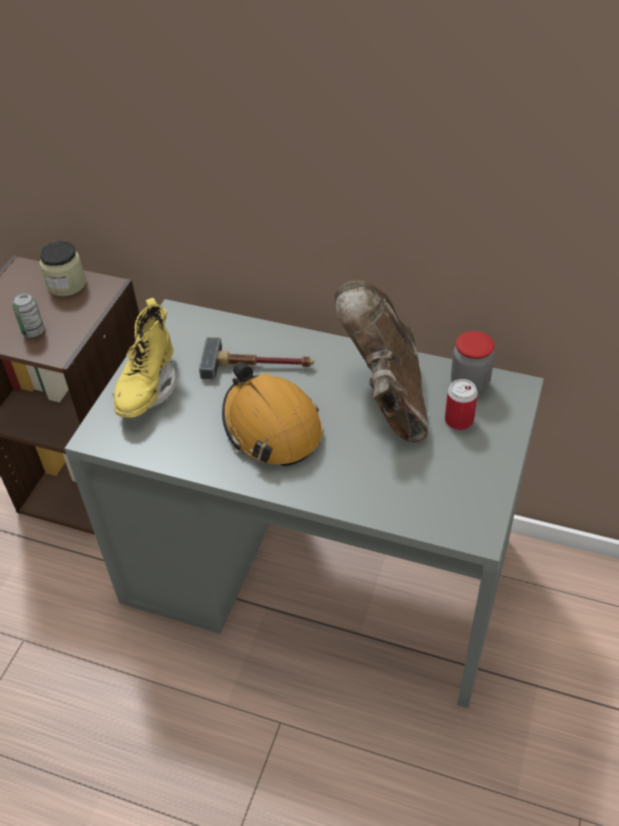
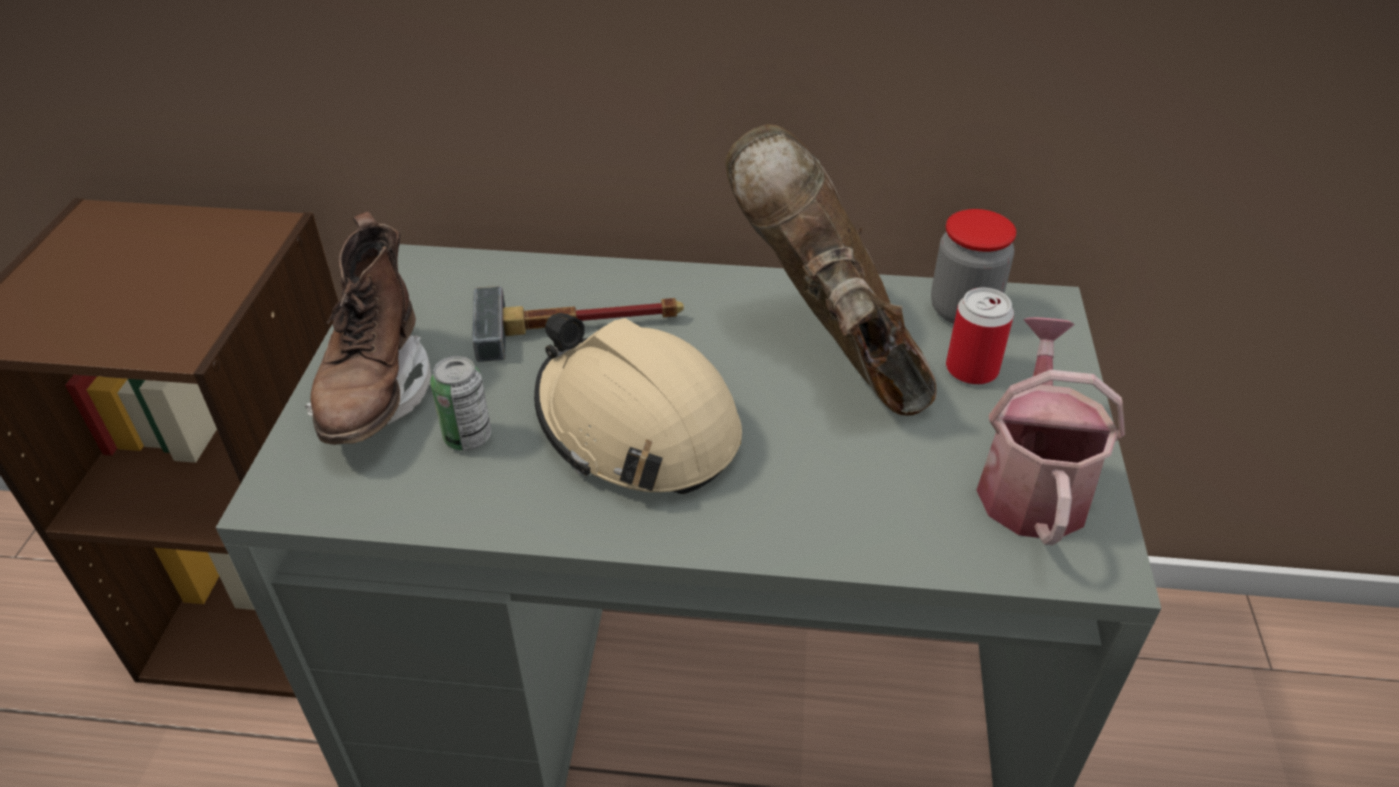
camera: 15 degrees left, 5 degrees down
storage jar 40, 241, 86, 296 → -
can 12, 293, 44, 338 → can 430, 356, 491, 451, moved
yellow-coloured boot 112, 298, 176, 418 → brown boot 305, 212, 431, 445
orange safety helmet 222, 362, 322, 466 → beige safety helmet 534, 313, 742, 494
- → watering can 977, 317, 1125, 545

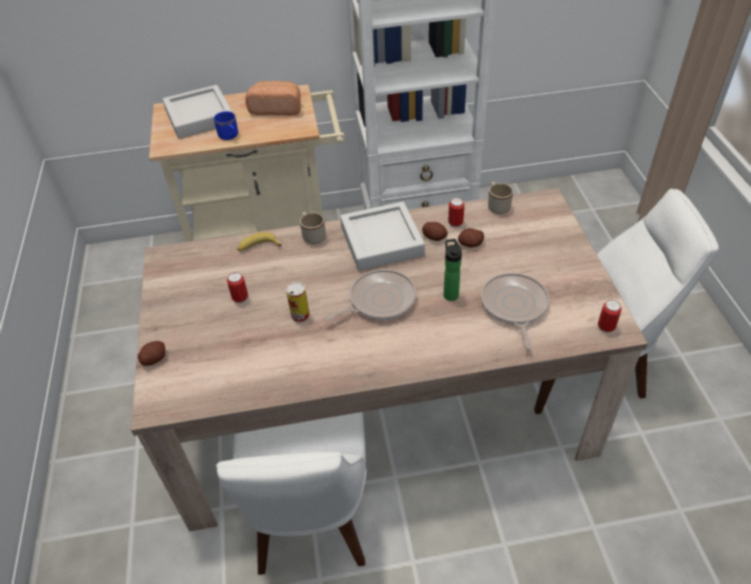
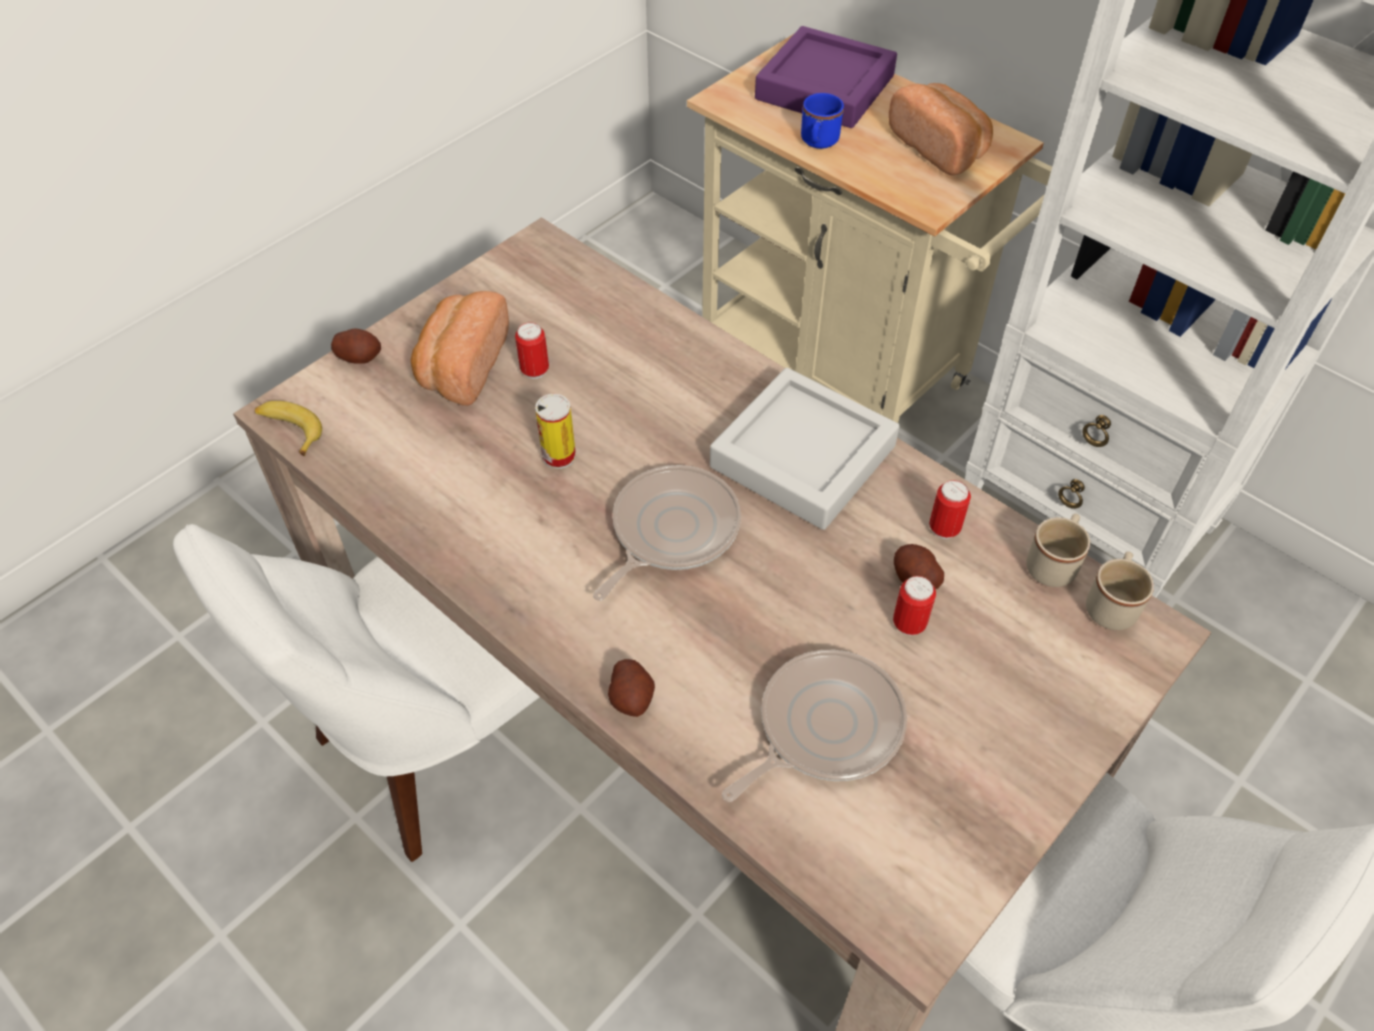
camera: 50 degrees right, 5 degrees up
grey serving tray 162, 85, 233, 139 → purplish serving tray 755, 26, 897, 128
beige mug 300, 212, 326, 244 → beige mug 1086, 551, 1154, 630, moved
potato 422, 222, 448, 241 → potato 608, 659, 655, 717, moved
whole banana 237, 232, 282, 251 → whole banana 255, 401, 322, 456, moved
bottle 444, 239, 462, 301 → -
skillet 324, 269, 416, 321 → skillet 593, 465, 741, 601, 75 degrees counterclockwise
can 598, 300, 622, 333 → can 893, 576, 936, 636, moved
- → bakery bread 411, 291, 509, 406

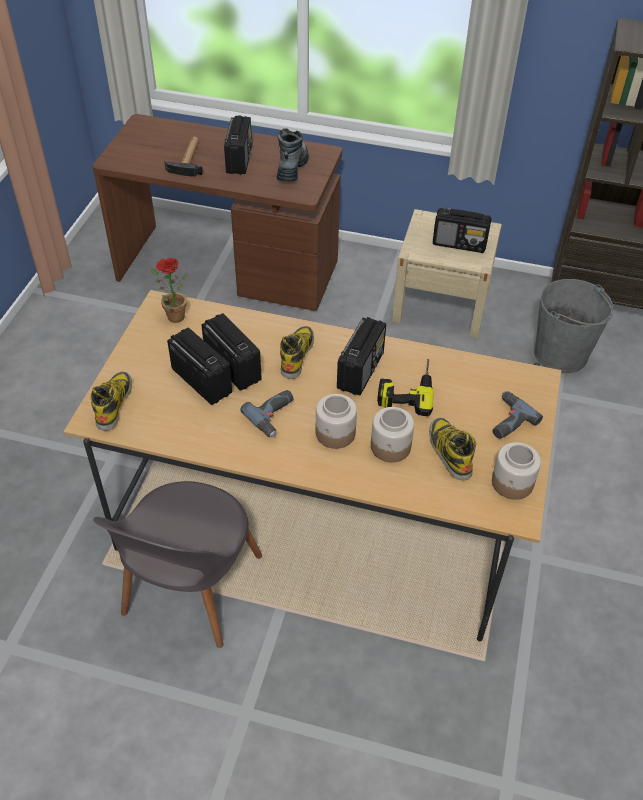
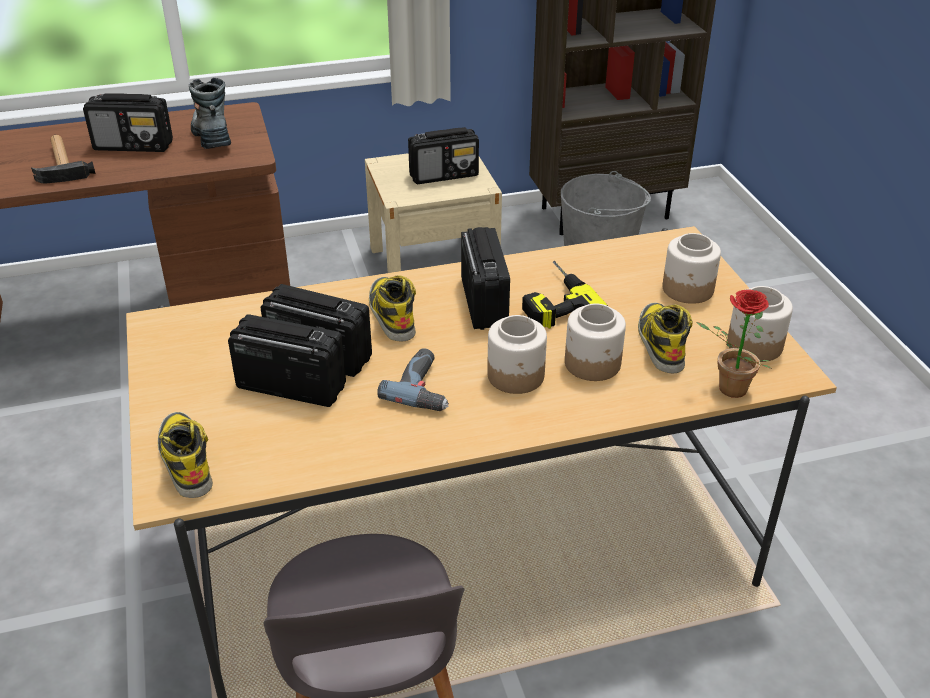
camera: 30 degrees left, 10 degrees down
radio receiver 224, 116, 253, 175 → radio receiver 83, 93, 173, 152, 120 degrees clockwise
potted plant 151, 258, 188, 323 → potted plant 696, 290, 772, 398, moved
drill 493, 391, 543, 439 → storage jar 662, 233, 721, 304
boot 429, 418, 477, 480 → boot 638, 302, 693, 374, 45 degrees clockwise

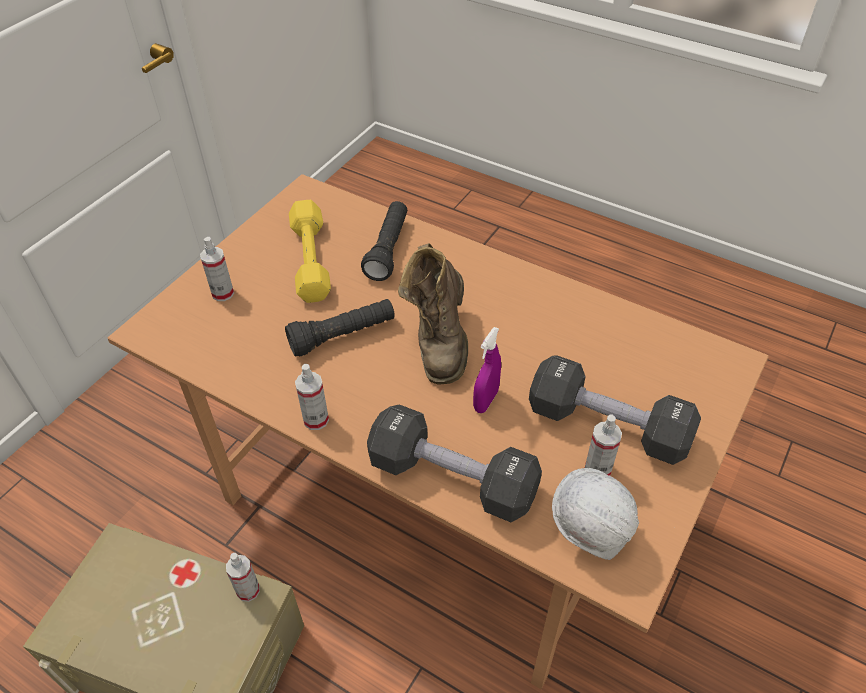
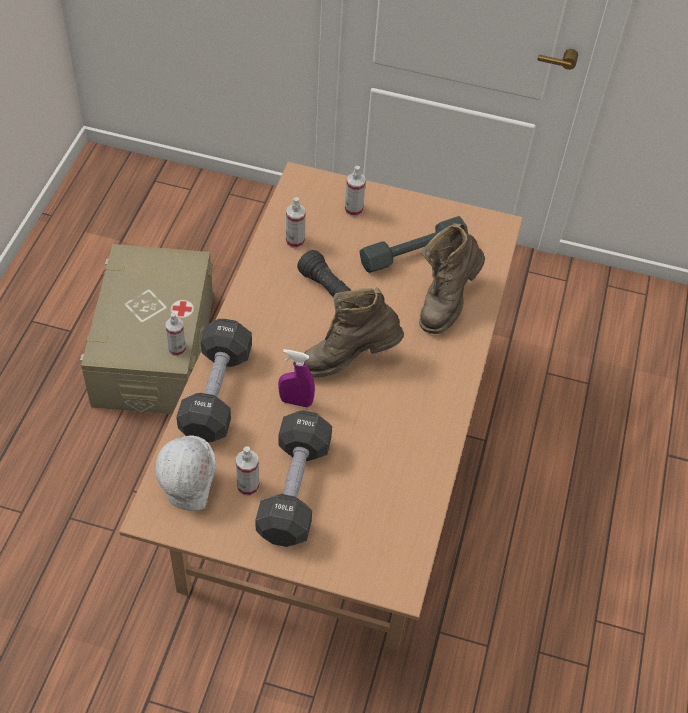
camera: 70 degrees right, 5 degrees up
yellow-coloured hand weight 289, 200, 331, 303 → grey hand weight 359, 216, 468, 273
black-coloured torch 361, 201, 407, 281 → brown boot 419, 223, 485, 334
hand sprayer 295, 364, 329, 430 → hand sprayer 286, 197, 306, 249, moved

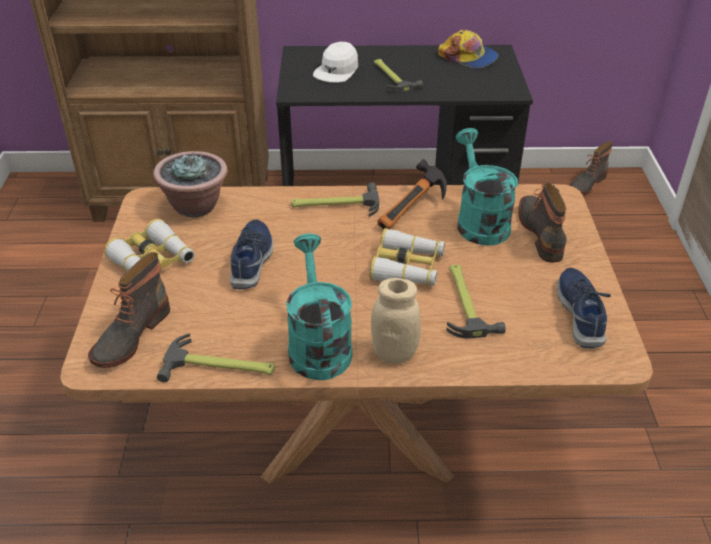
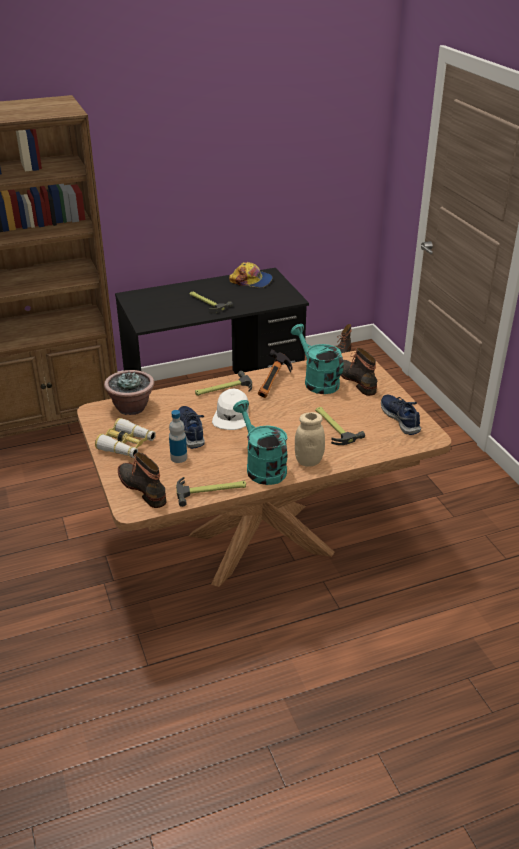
camera: 20 degrees left, 5 degrees down
white cap 313, 42, 358, 83 → white cap 212, 389, 249, 430, moved
binoculars 369, 228, 445, 286 → -
boot 88, 252, 170, 368 → boot 118, 452, 166, 508, 135 degrees clockwise
- → bottle 169, 410, 187, 463

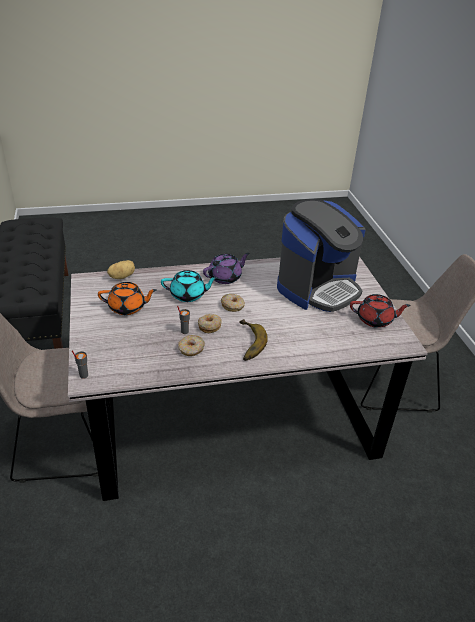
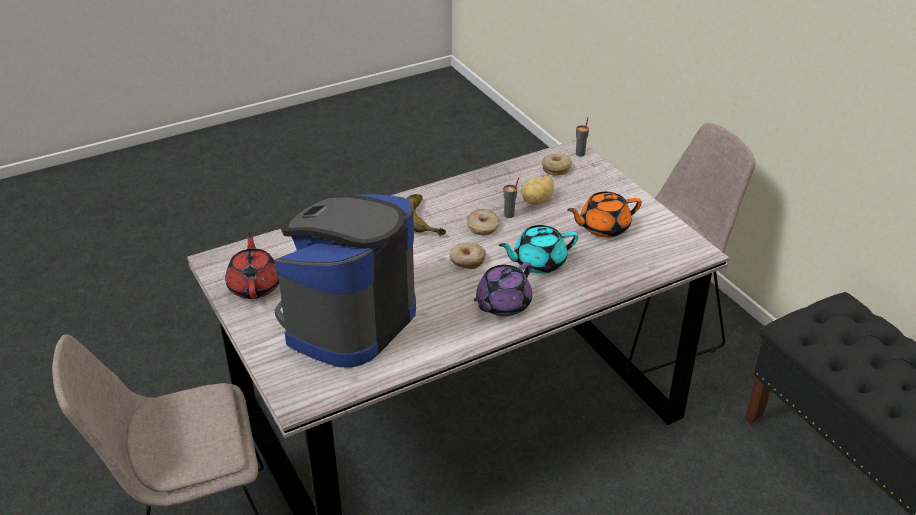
camera: 165 degrees right, 0 degrees up
potato 107, 260, 135, 279 → potato 521, 176, 554, 206, moved
red-coloured teapot 350, 294, 411, 328 → red-coloured teapot 225, 233, 279, 299, 90 degrees clockwise
donut 178, 335, 205, 356 → donut 542, 154, 572, 176, moved

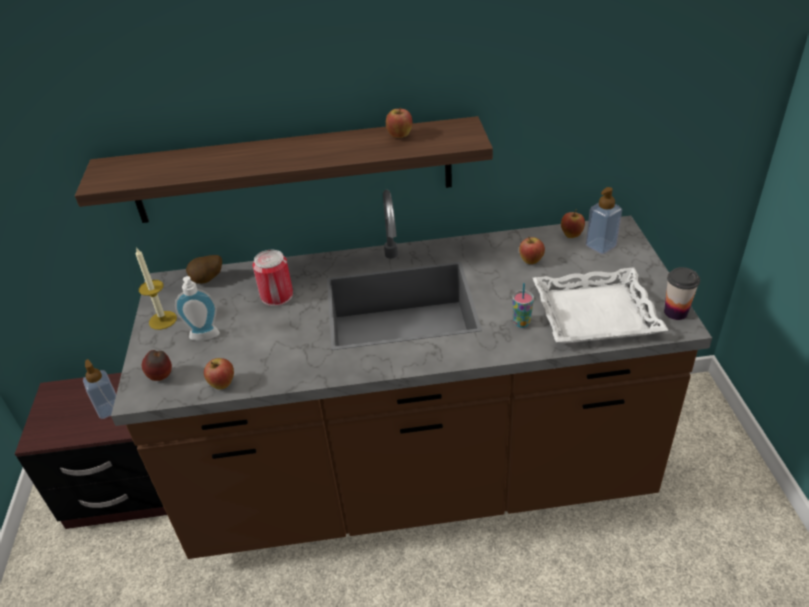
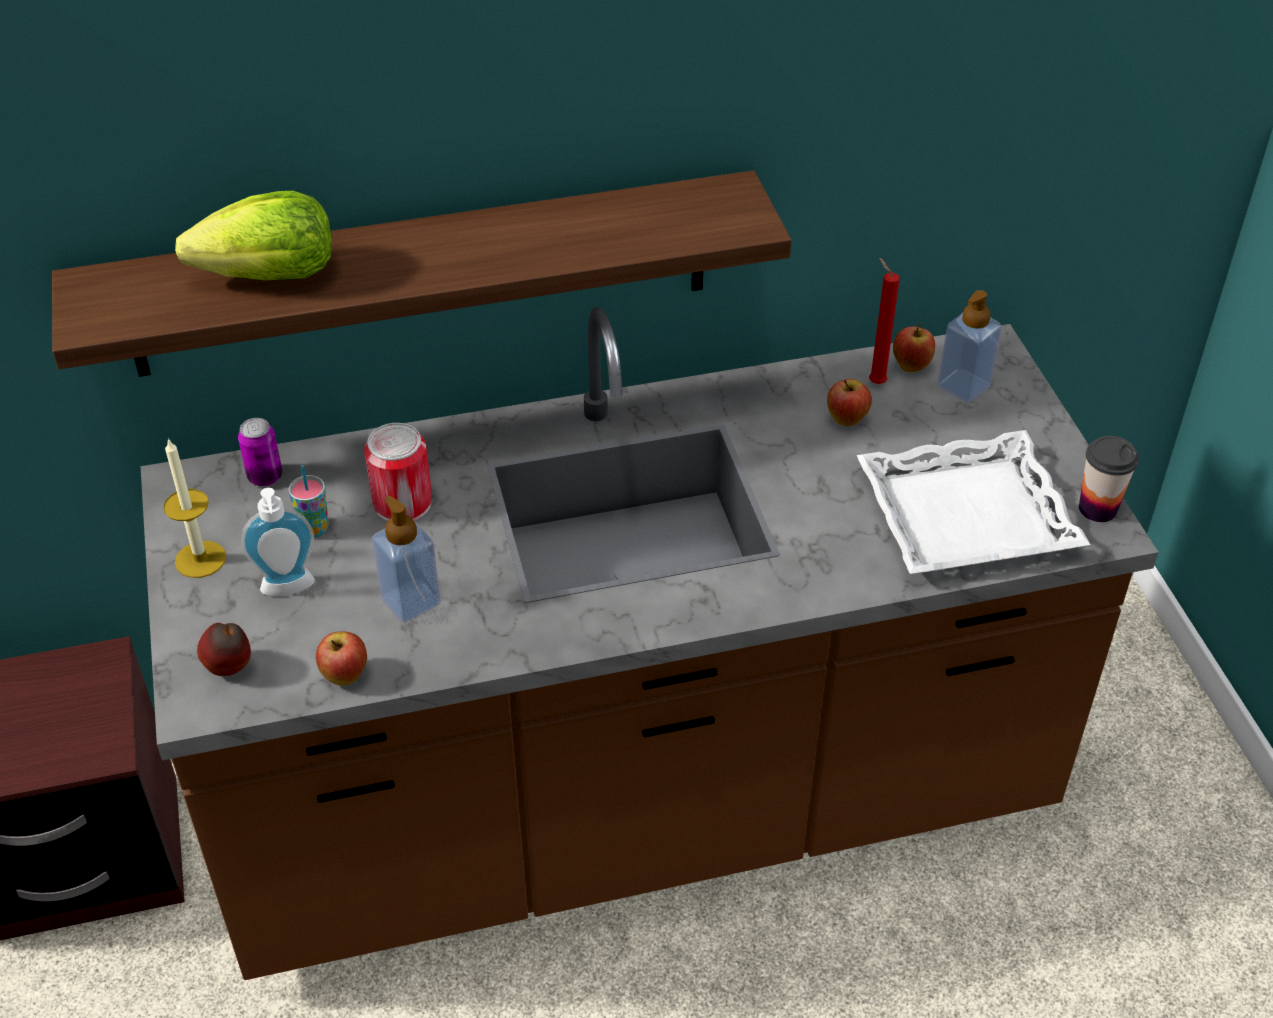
camera: 10 degrees left, 5 degrees up
whole apple 386, 107, 413, 138 → -
potato 186, 255, 222, 284 → can 238, 418, 282, 486
drinking cup 512, 283, 534, 328 → drinking cup 288, 465, 329, 537, moved
soap dispenser 83, 359, 116, 419 → soap dispenser 372, 496, 441, 622, moved
- → lettuce 175, 191, 332, 281
- → red-coloured candle 869, 258, 900, 384

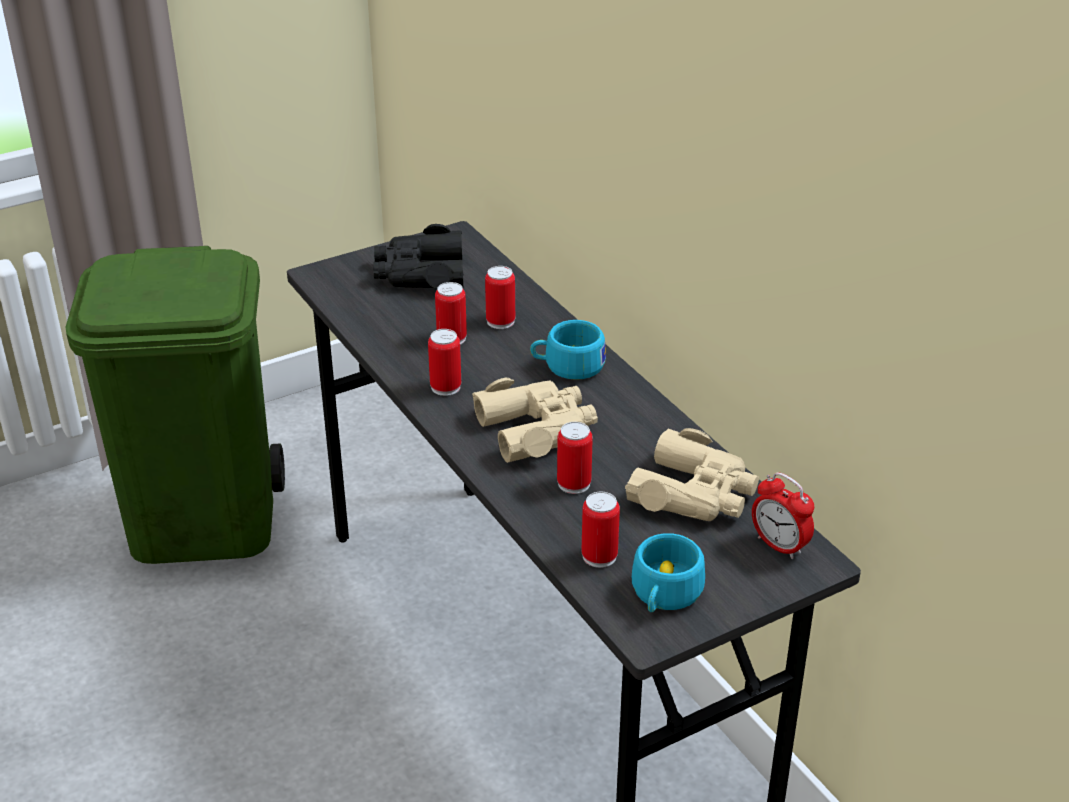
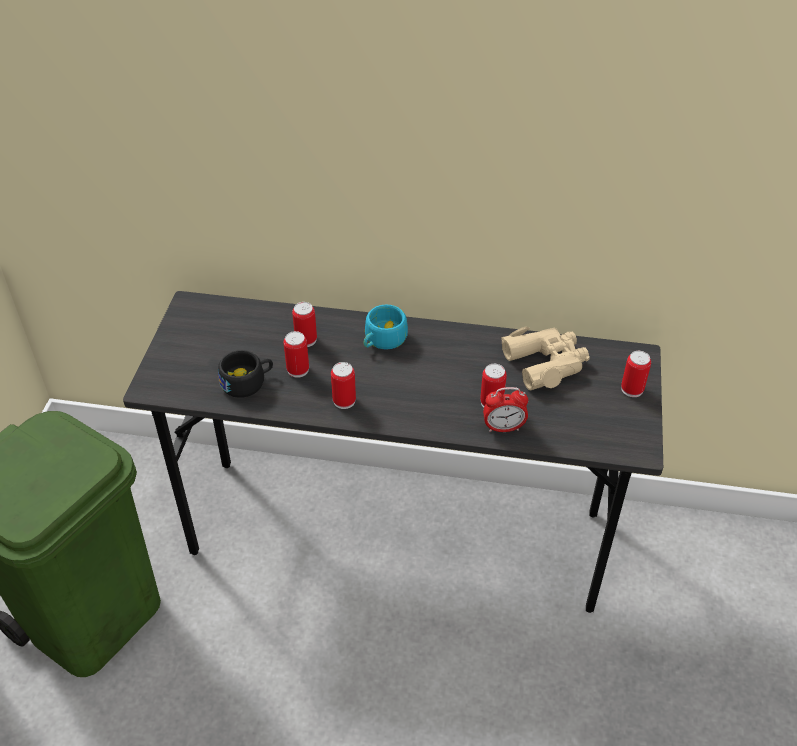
camera: 50 degrees left, 10 degrees up
black-coloured binoculars 373, 224, 464, 288 → -
beige binoculars 472, 378, 598, 463 → -
alarm clock 752, 472, 814, 559 → alarm clock 483, 387, 528, 432, moved
can 581, 492, 620, 568 → can 621, 351, 651, 397, moved
turquoise-coloured drinking cup 632, 533, 705, 612 → -
- → black-coloured drinking cup 218, 350, 273, 398

